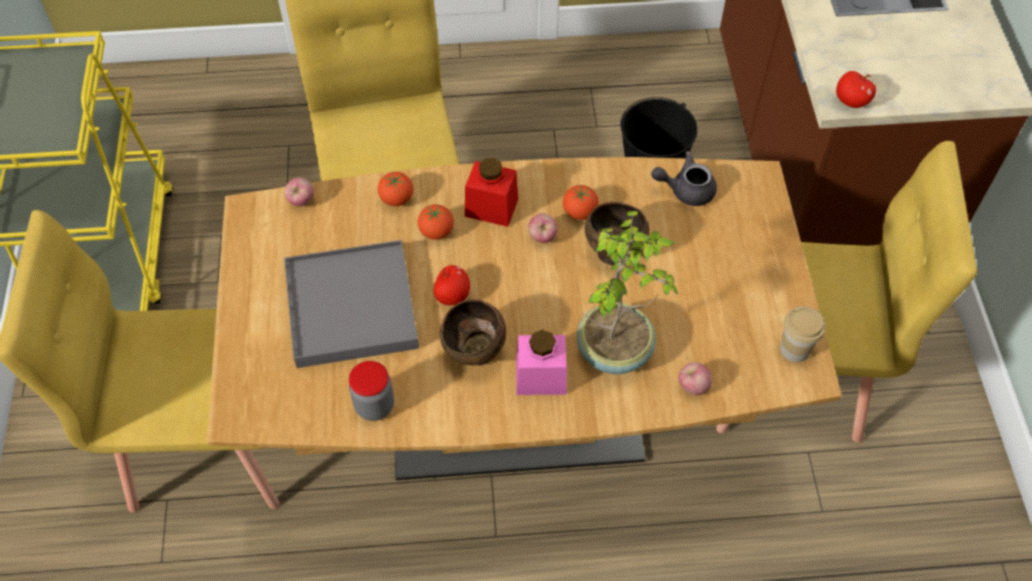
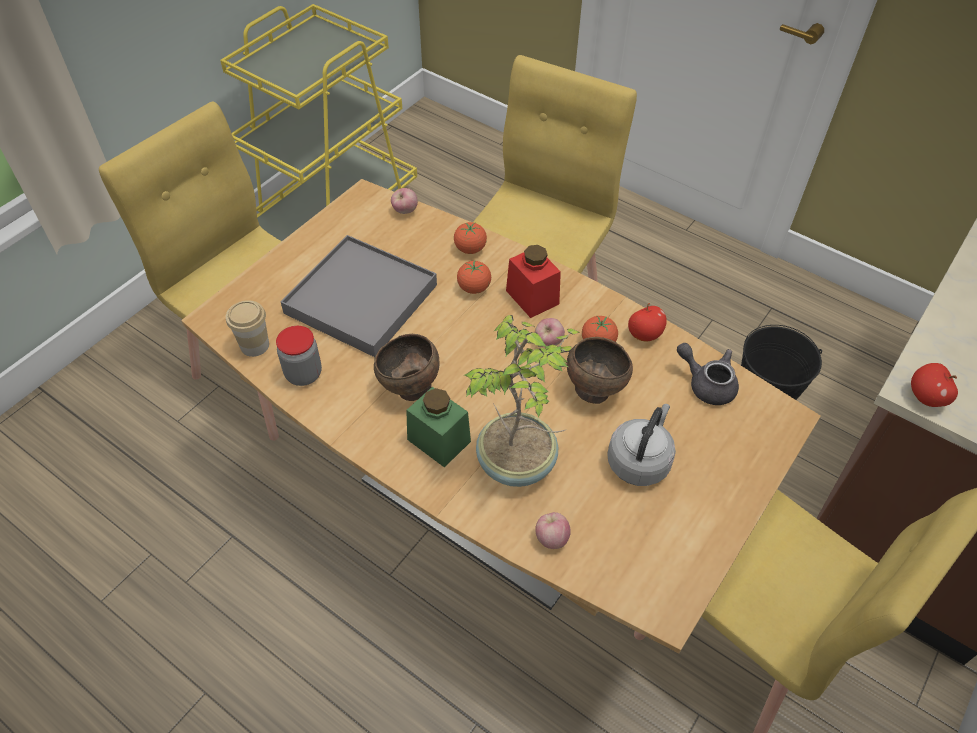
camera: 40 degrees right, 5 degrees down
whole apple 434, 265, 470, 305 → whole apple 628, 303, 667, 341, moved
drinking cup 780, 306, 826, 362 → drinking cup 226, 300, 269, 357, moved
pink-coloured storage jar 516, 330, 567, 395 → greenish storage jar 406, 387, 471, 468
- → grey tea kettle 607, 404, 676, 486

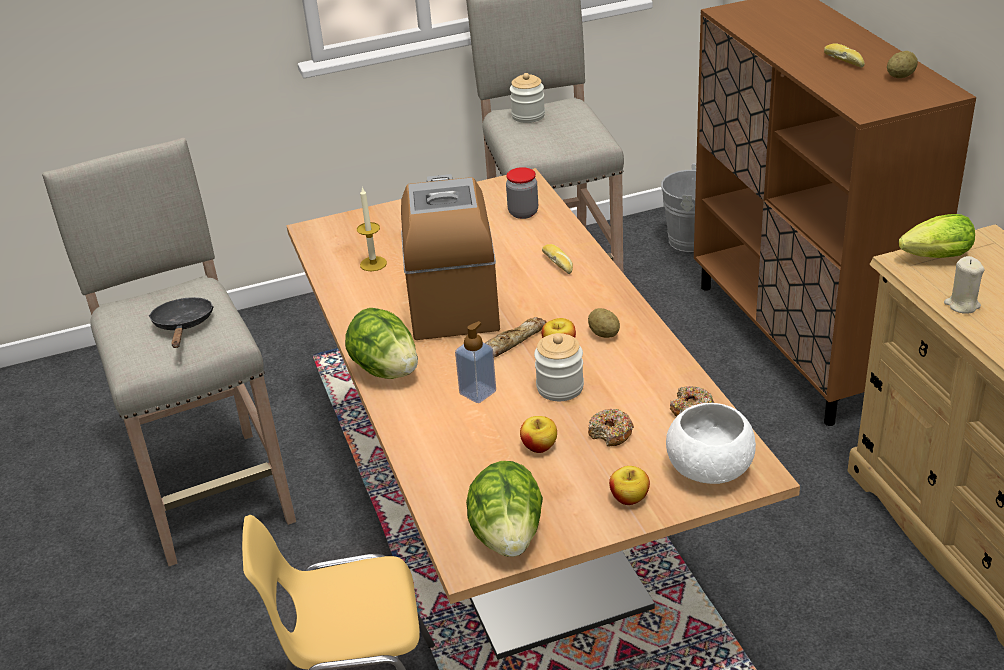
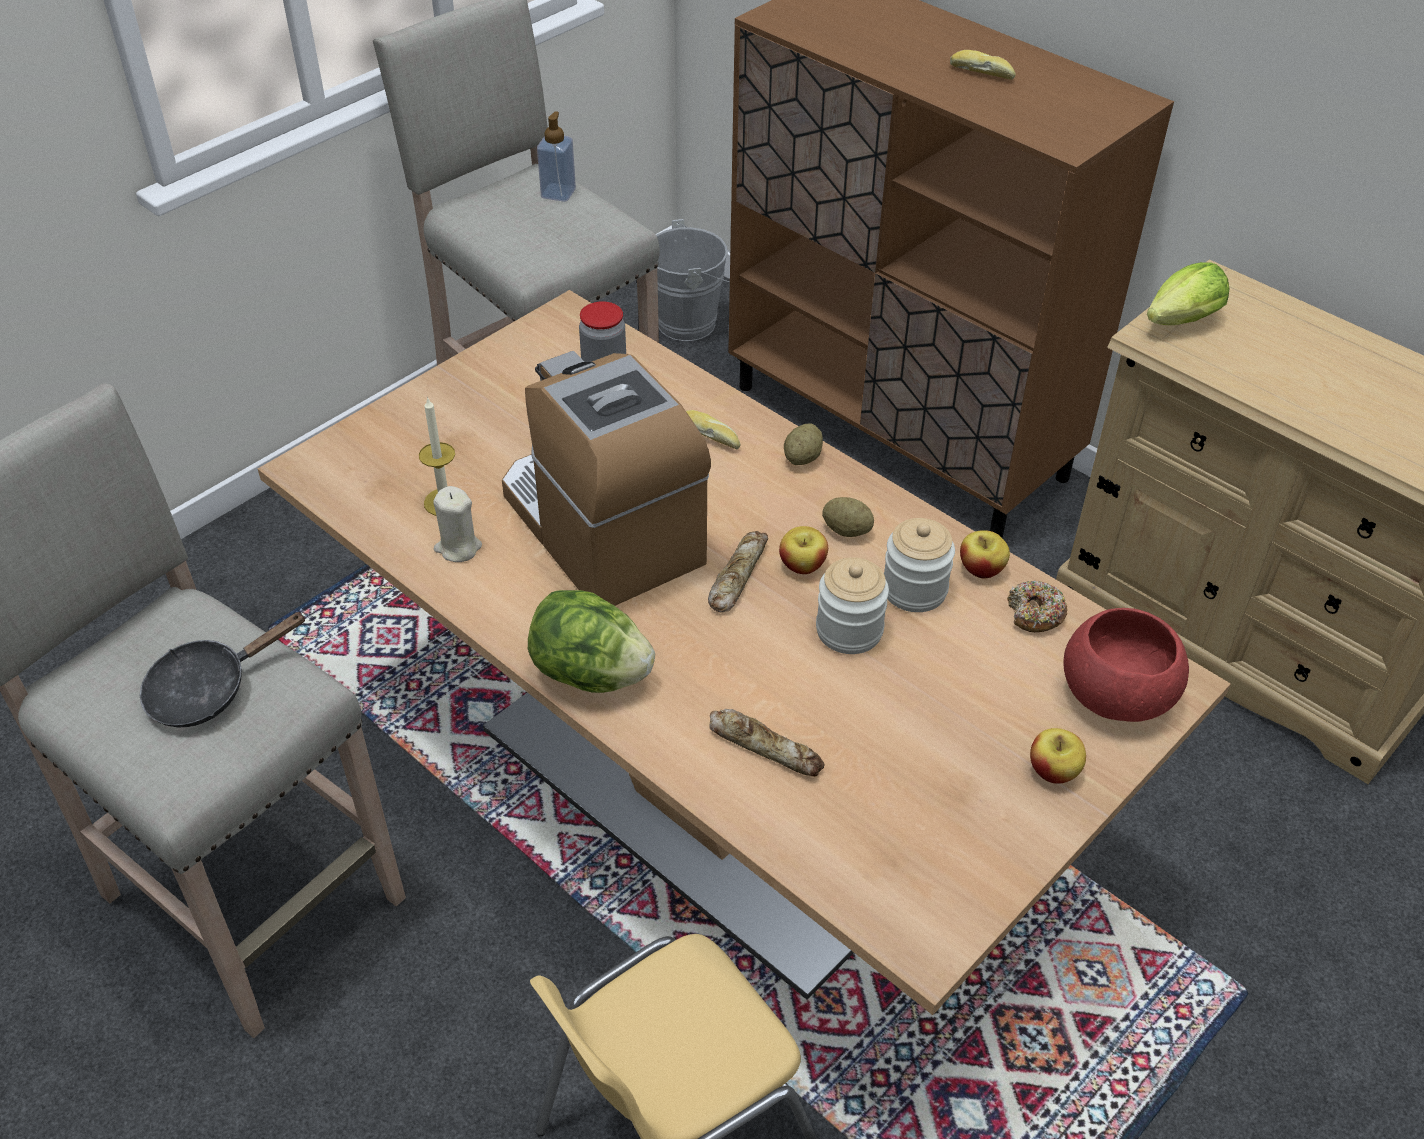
camera: 30 degrees left, 10 degrees up
potato 887, 51, 918, 78 → potato 784, 424, 823, 465, moved
storage jar 510, 73, 545, 123 → storage jar 884, 518, 955, 612, moved
beige candle 944, 256, 985, 314 → beige candle 433, 486, 482, 562, moved
black-coloured skillet 148, 297, 214, 348 → black-coloured skillet 140, 612, 306, 727, 90 degrees counterclockwise
soap dispenser 455, 321, 496, 403 → soap dispenser 537, 111, 576, 202, moved
white serving bowl 666, 403, 756, 484 → red-coloured serving bowl 1063, 608, 1189, 722
donut 588, 409, 634, 446 → -
whole apple 520, 416, 557, 453 → whole apple 960, 530, 1010, 578, moved
lettuce 466, 461, 543, 557 → -
- → bakery bread 709, 709, 825, 777

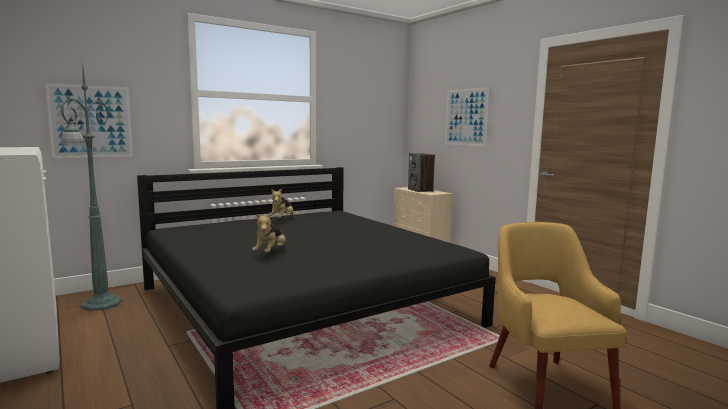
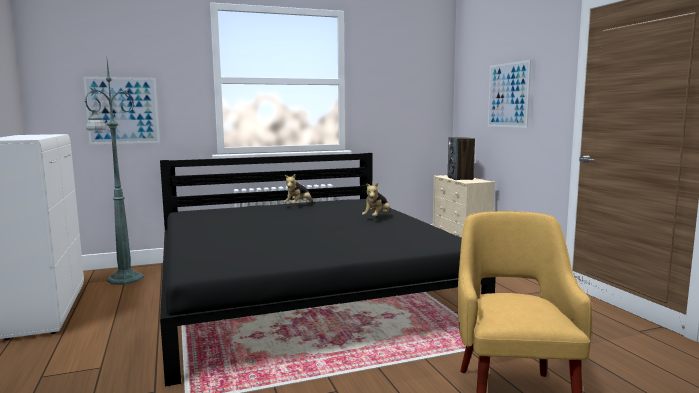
camera: 15 degrees right, 0 degrees up
plush toy 252, 212, 286, 253 → plush toy 362, 183, 390, 217, moved

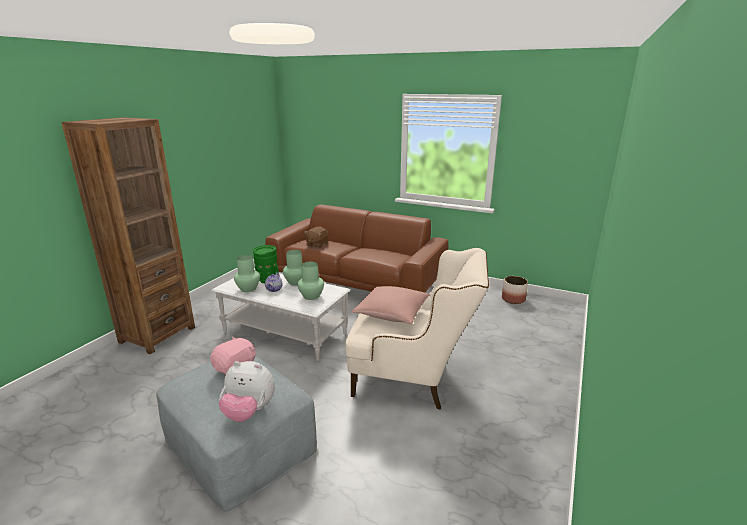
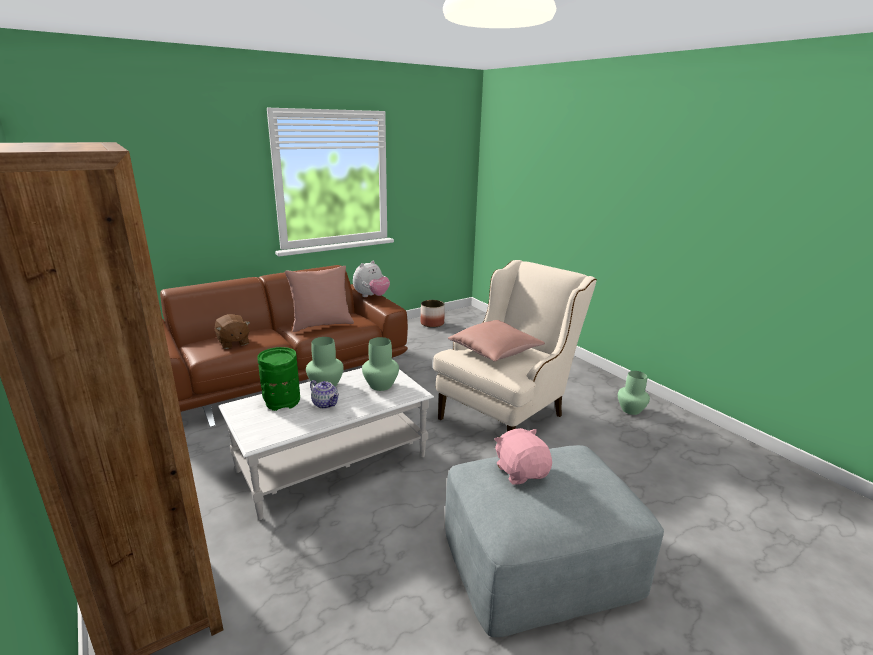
camera: 60 degrees left, 0 degrees up
greenish flower vase 234, 255, 260, 292 → greenish flower vase 618, 371, 650, 415, moved
plush toy 219, 361, 275, 422 → plush toy 353, 261, 390, 297, moved
- → pink-coloured cushion 285, 266, 354, 332

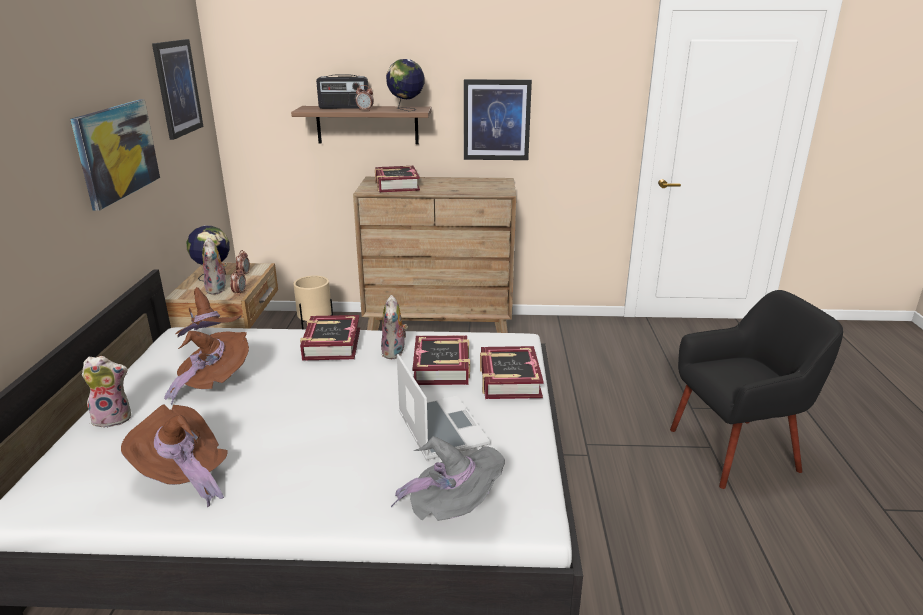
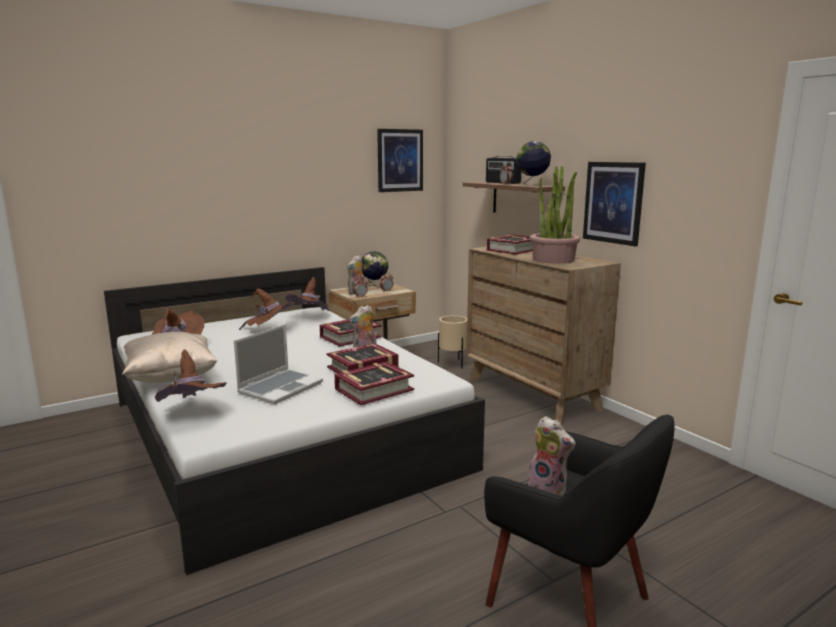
camera: 55 degrees right, 10 degrees down
wall art 70, 100, 160, 211 → -
plush toy 82, 356, 131, 429 → plush toy 528, 416, 575, 496, moved
grey clothing hat 391, 436, 505, 521 → brown clothing hat 155, 350, 226, 402
- → potted plant 530, 166, 580, 264
- → beige cushion 122, 331, 217, 383

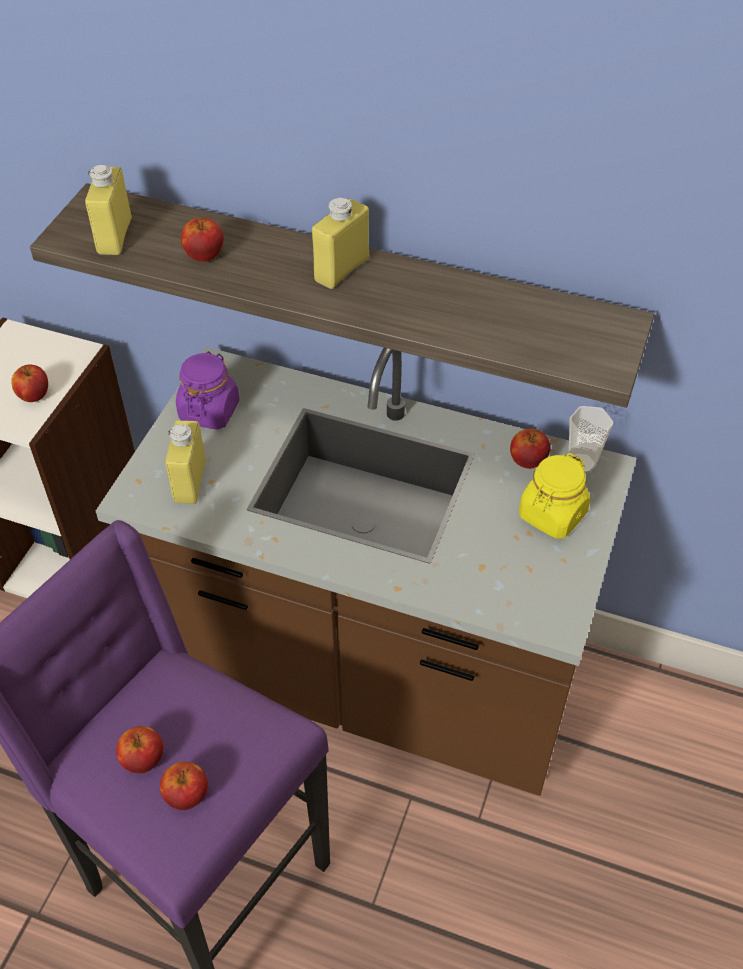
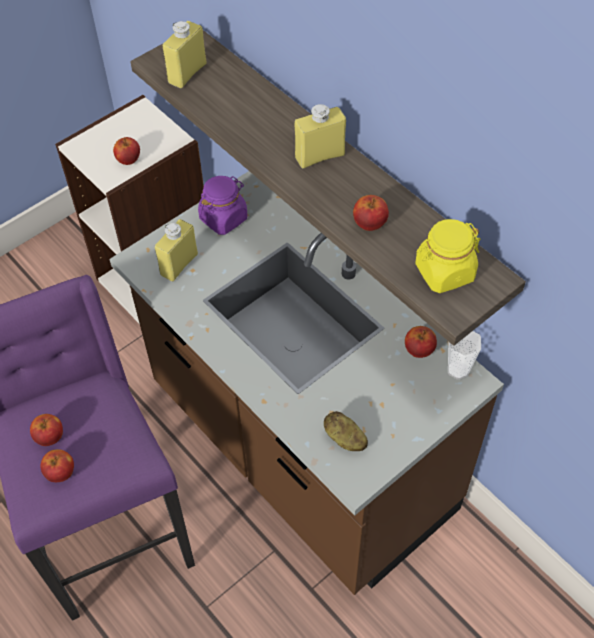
camera: 30 degrees right, 5 degrees up
whole apple 181, 217, 224, 262 → whole apple 353, 195, 389, 231, moved
yellow-coloured storage jar 519, 453, 590, 539 → yellow-coloured storage jar 415, 219, 480, 293, moved
- → potato 324, 411, 368, 451

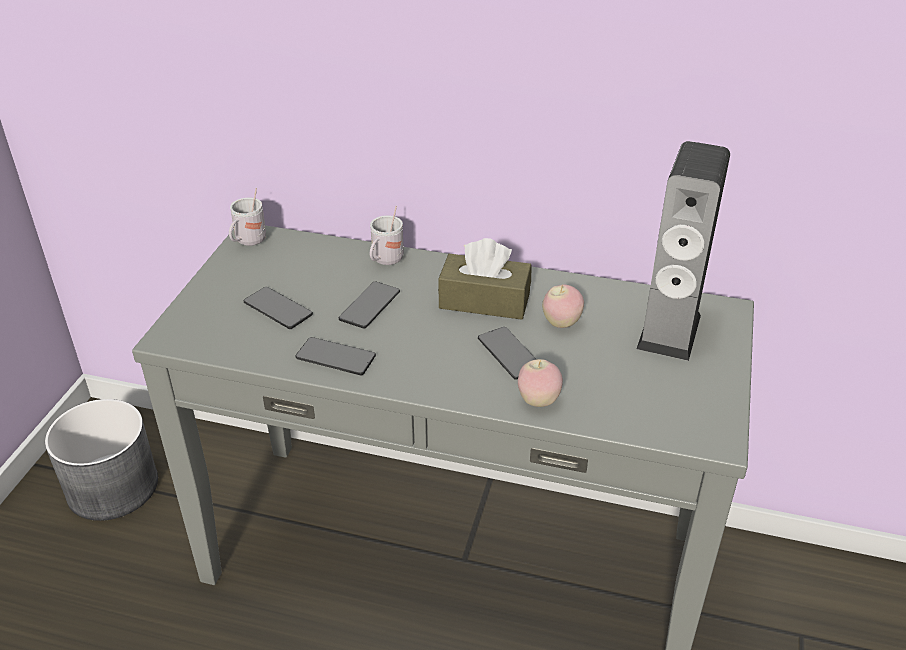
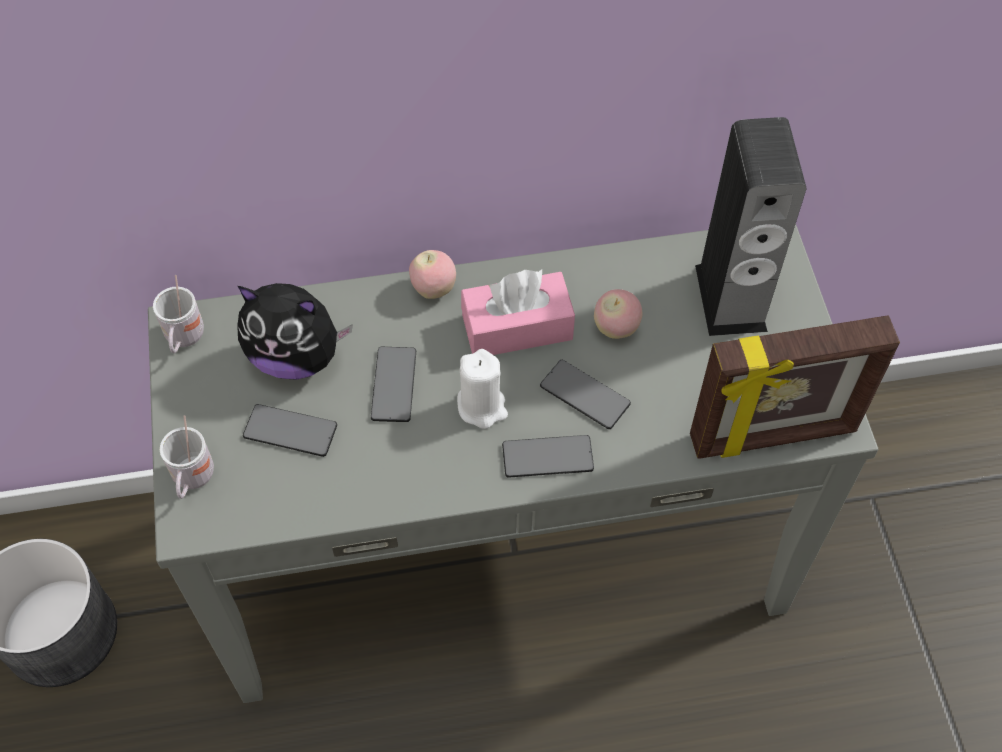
camera: 25 degrees left, 20 degrees up
white mug 370, 206, 404, 265 → white mug 160, 415, 214, 499, moved
brown tissue box 438, 238, 531, 320 → pink-coloured tissue box 461, 270, 575, 355
handset 295, 337, 376, 375 → handset 502, 435, 594, 478, moved
whole apple 518, 359, 563, 407 → whole apple 409, 250, 456, 299, moved
- → plush toy 237, 283, 353, 380
- → photo frame 690, 315, 900, 459
- → white candle 457, 349, 508, 429

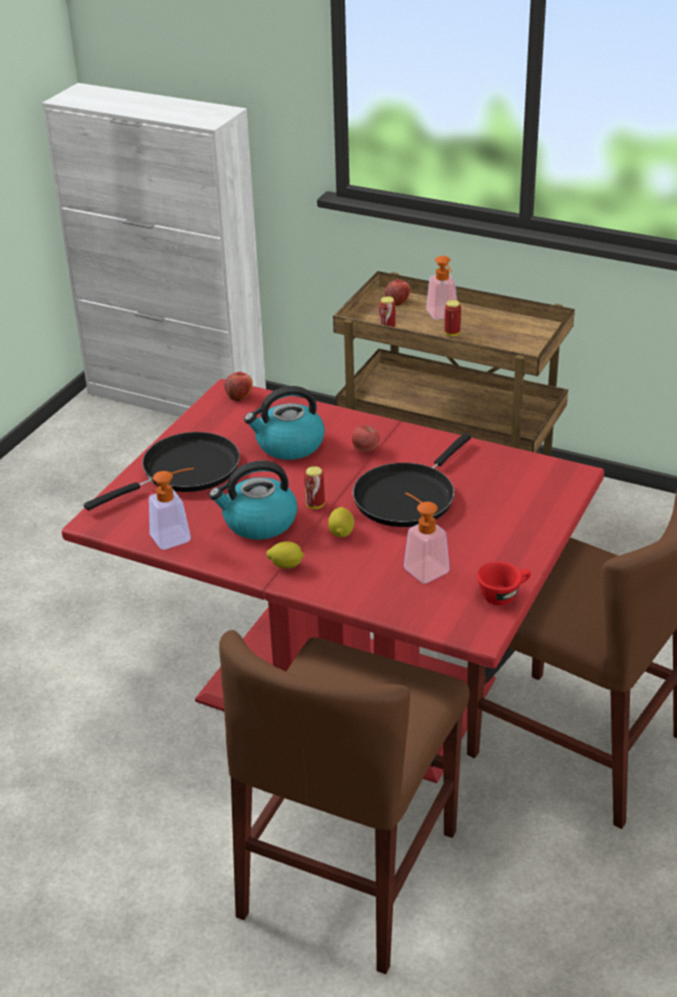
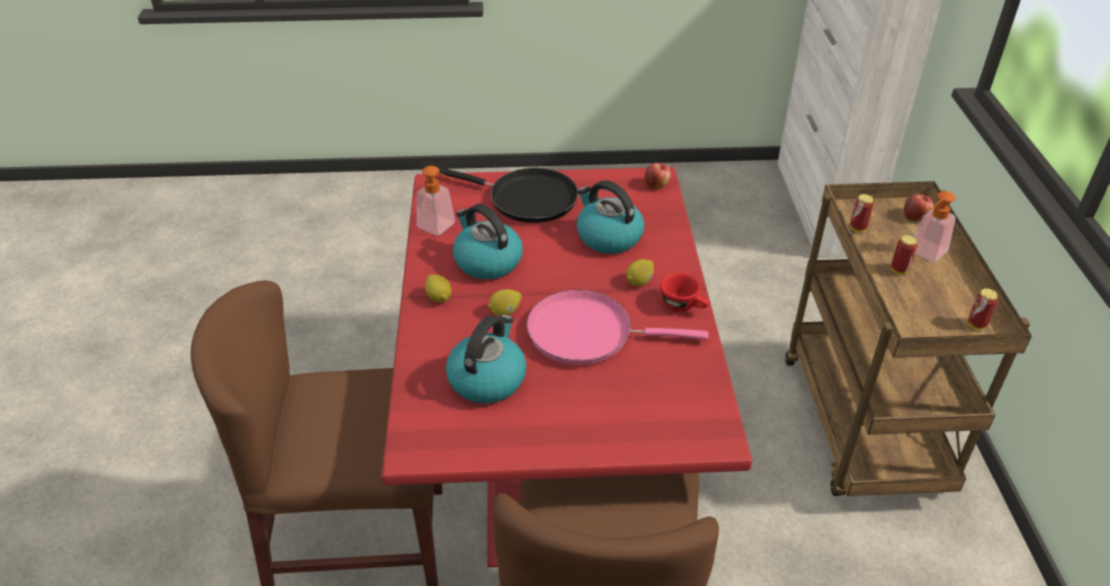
camera: 60 degrees right, 5 degrees up
whole apple 352, 425, 380, 451 → lemon 626, 259, 654, 286
black-coloured skillet 353, 433, 471, 527 → pink-coloured skillet 527, 290, 709, 365
can 304, 466, 325, 509 → can 967, 288, 998, 330, moved
soap dispenser 404, 493, 450, 583 → tea kettle 446, 315, 526, 403
red-coloured drinking cup 477, 562, 531, 605 → red-coloured drinking cup 660, 272, 710, 312, moved

